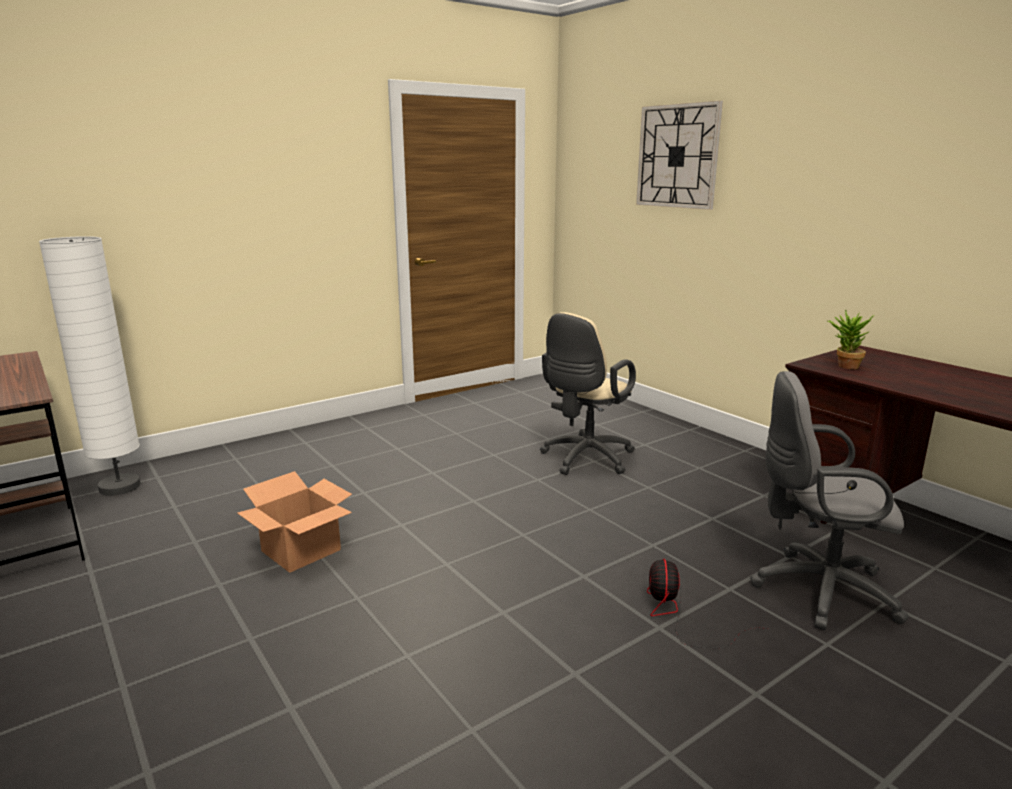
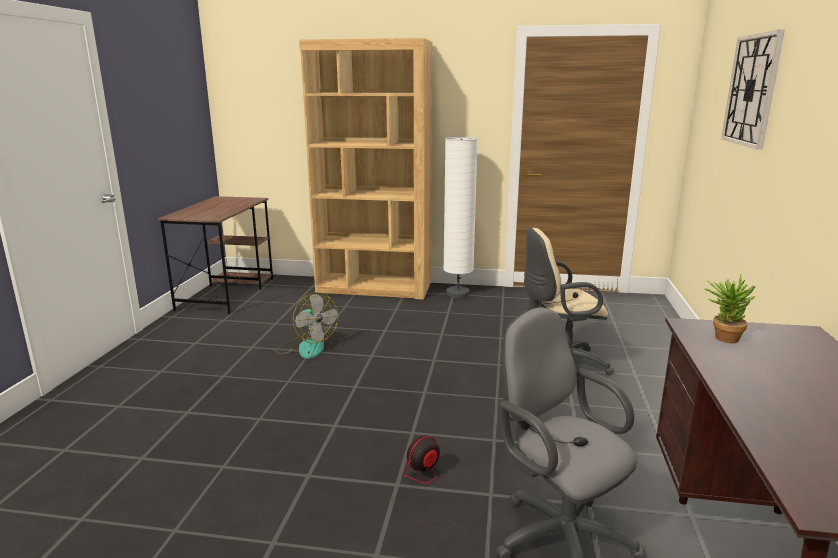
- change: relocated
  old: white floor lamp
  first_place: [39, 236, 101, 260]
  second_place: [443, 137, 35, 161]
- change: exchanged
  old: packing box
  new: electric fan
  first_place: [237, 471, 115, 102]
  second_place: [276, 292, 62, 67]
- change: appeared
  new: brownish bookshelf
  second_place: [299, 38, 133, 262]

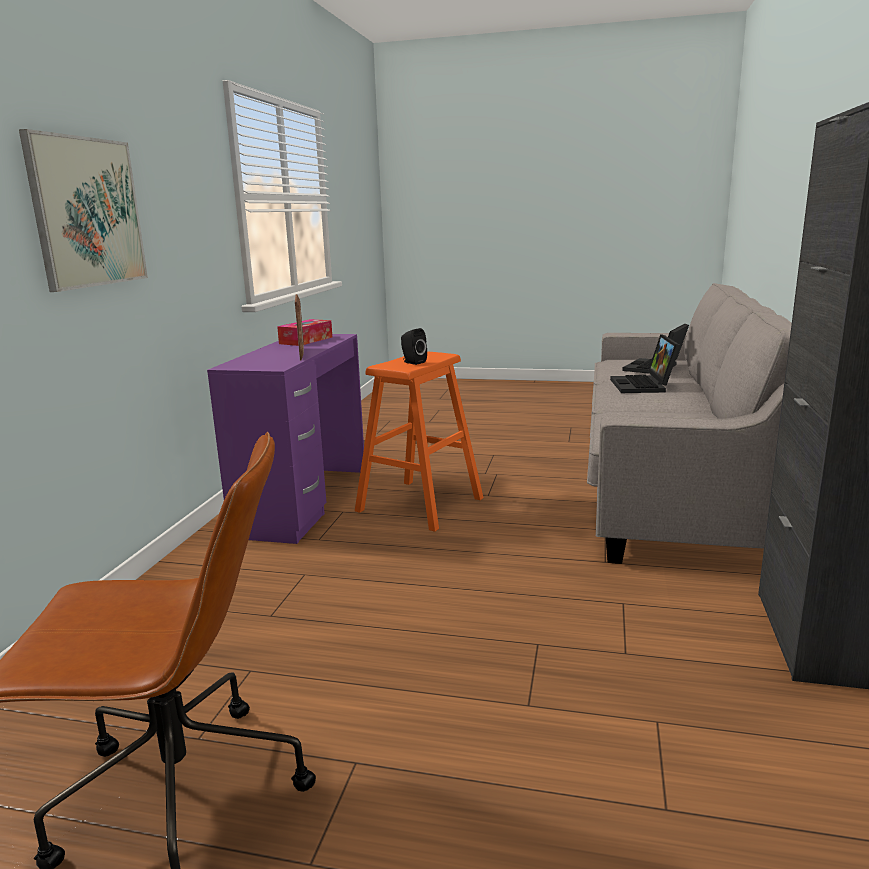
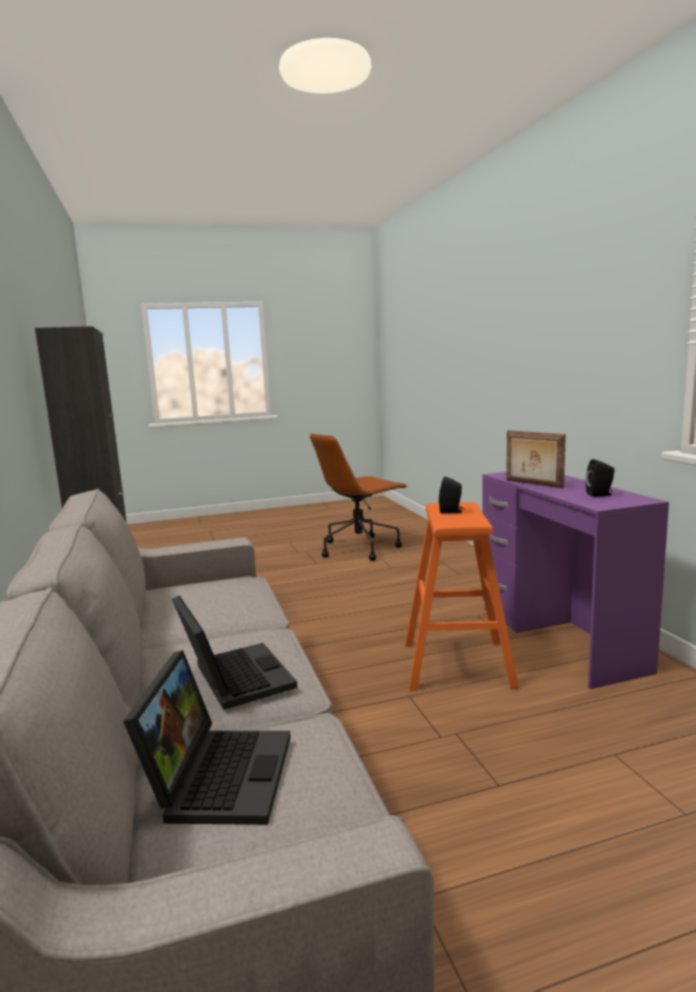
- change: missing
  old: picture
  first_place: [19, 129, 129, 163]
- change: exchanged
  old: tissue box
  new: black-coloured speaker
  first_place: [277, 319, 56, 27]
  second_place: [586, 459, 29, 38]

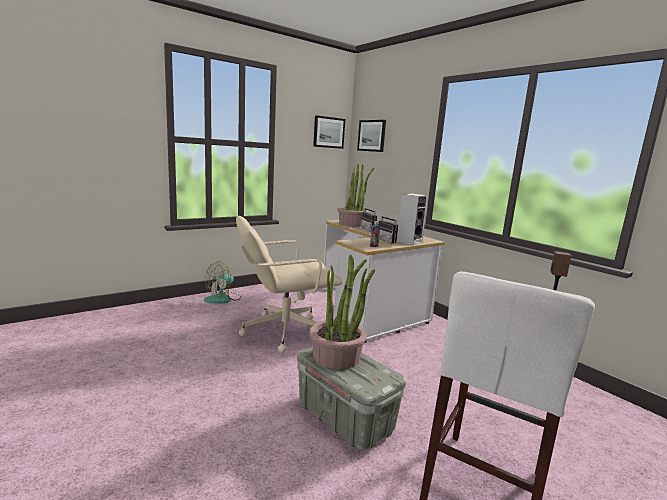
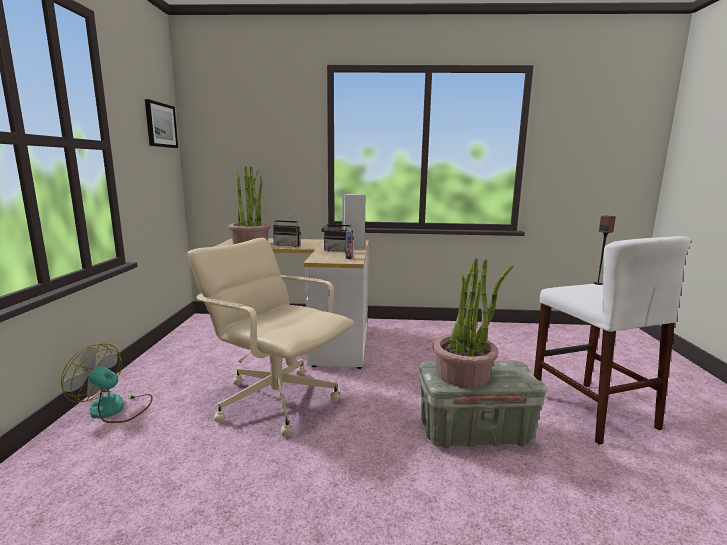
- change: missing
  old: picture
  first_place: [357, 120, 29, 32]
- change: spun
  old: beige-coloured desk chair
  first_place: [236, 216, 106, 137]
  second_place: [188, 238, 166, 199]
  degrees: 105
- change: spun
  old: electric fan
  first_place: [204, 261, 37, 43]
  second_place: [61, 343, 92, 80]
  degrees: 120

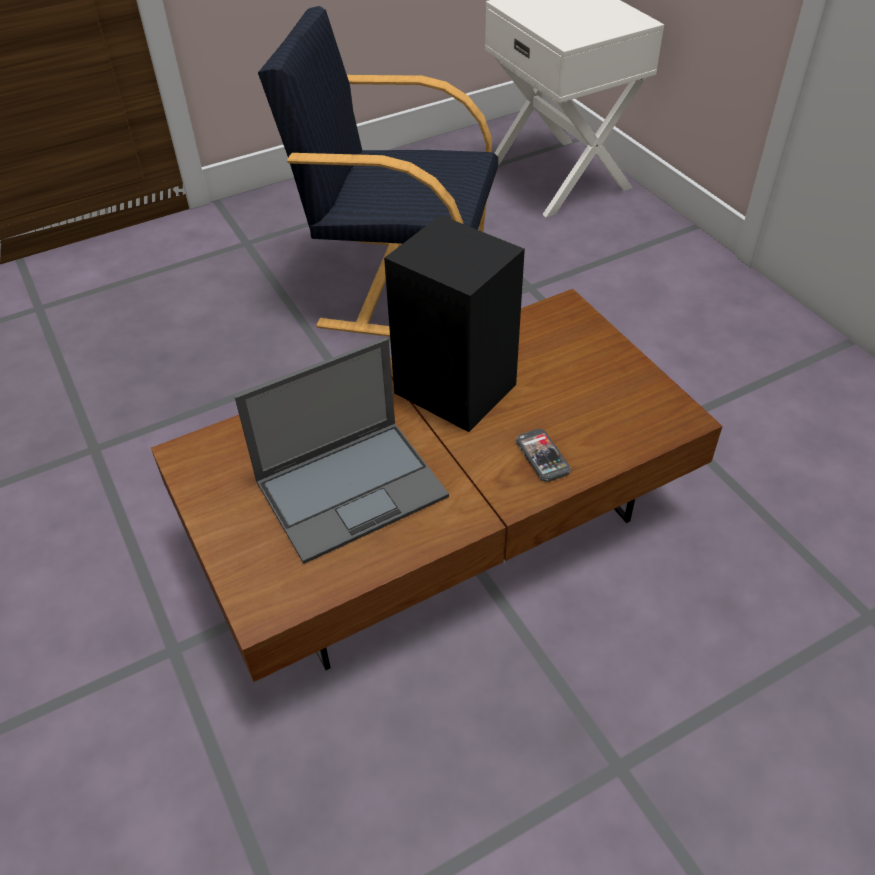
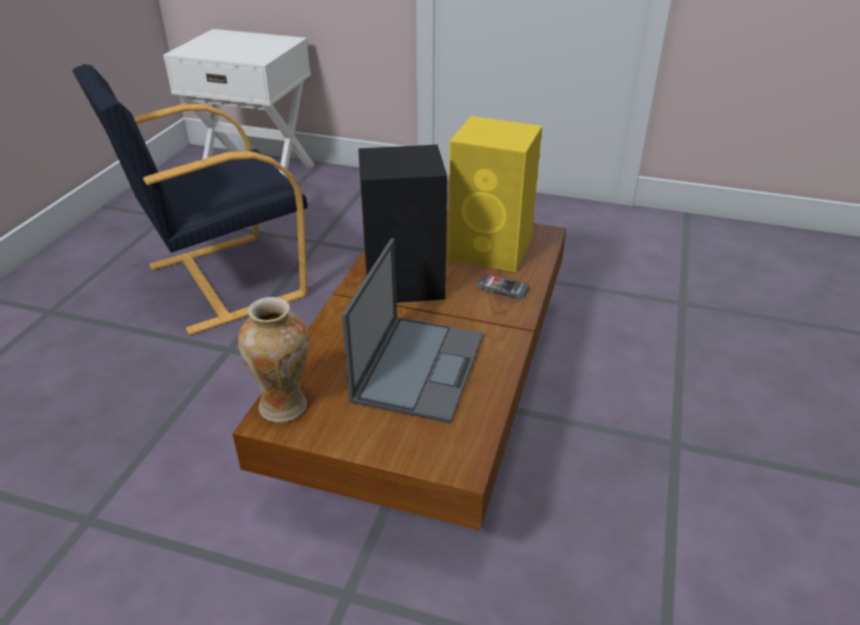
- change: appeared
  new: yellow speaker
  second_place: [448, 116, 94, 156]
- change: appeared
  new: flower vase
  second_place: [238, 297, 71, 126]

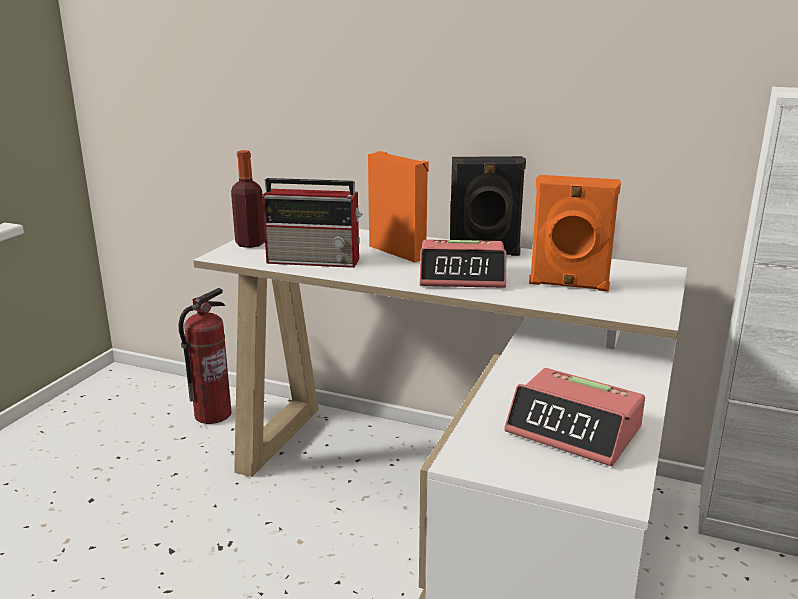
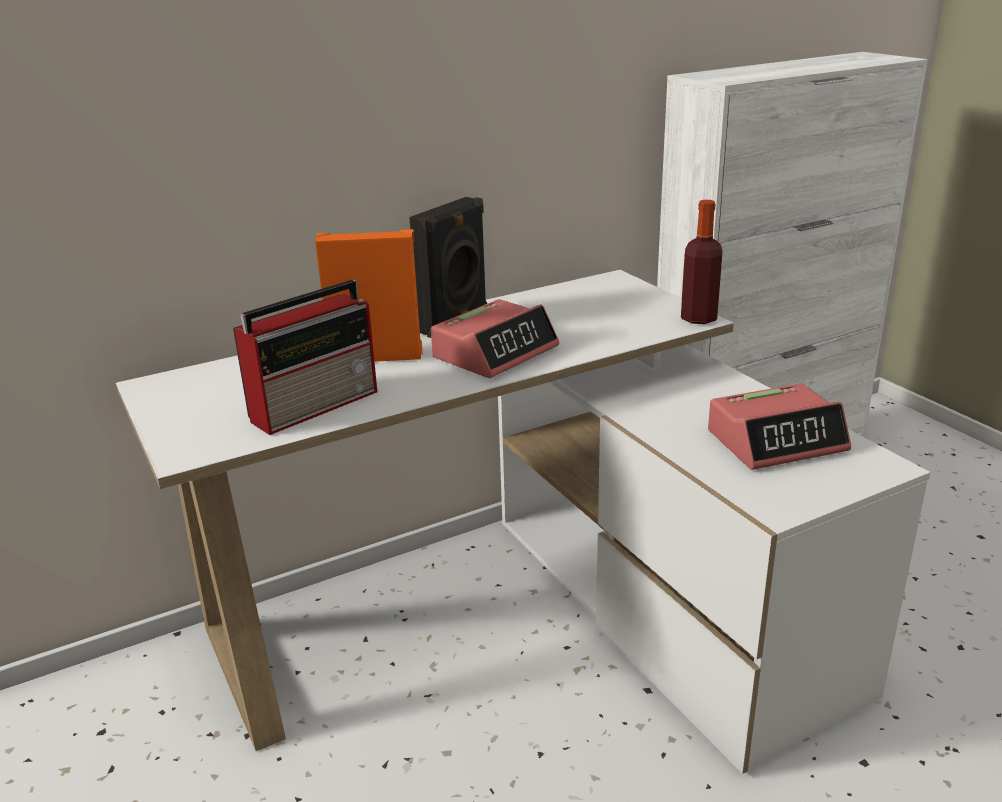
- change: relocated
  old: drink bottle
  first_place: [231, 150, 34, 98]
  second_place: [681, 200, 41, 124]
- change: missing
  old: orange speaker
  first_place: [529, 175, 92, 117]
- change: missing
  old: fire-fighting cylinder
  first_place: [179, 288, 53, 136]

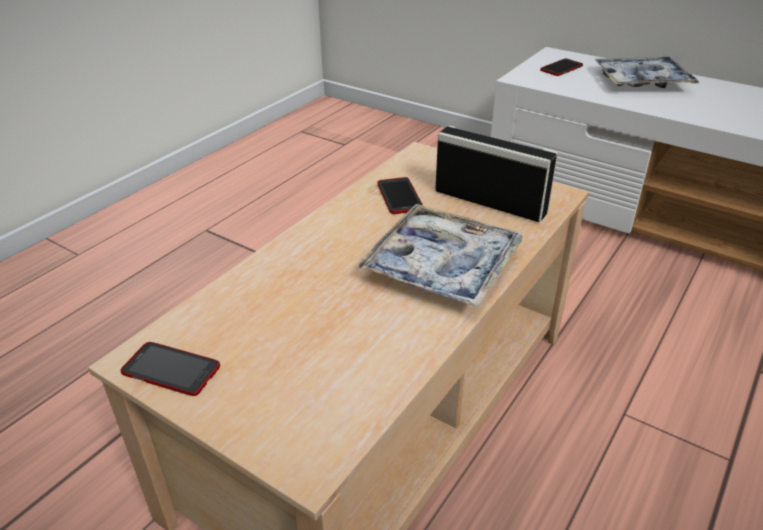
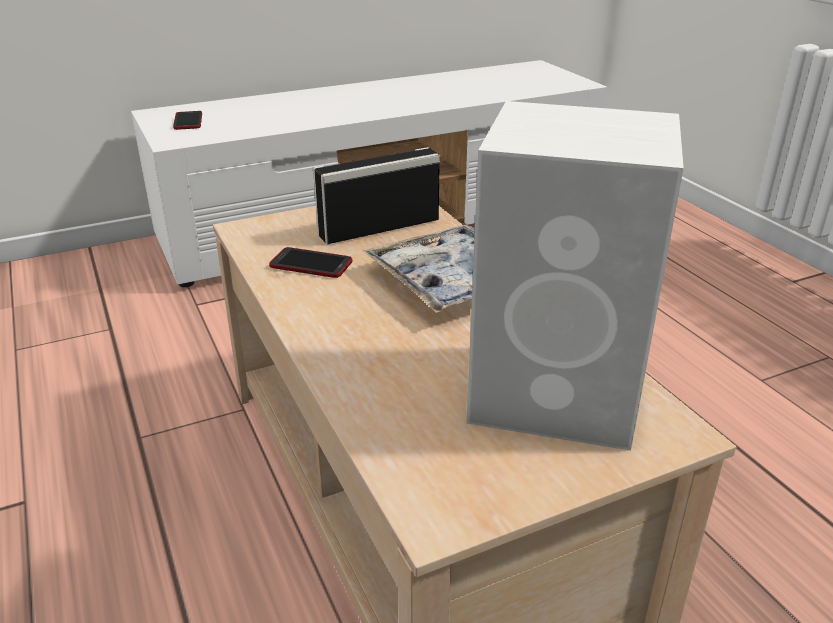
- change: missing
  old: tray
  first_place: [595, 56, 105, 32]
- change: missing
  old: phone
  first_place: [120, 342, 100, 54]
- change: appeared
  new: white speaker
  second_place: [467, 101, 217, 350]

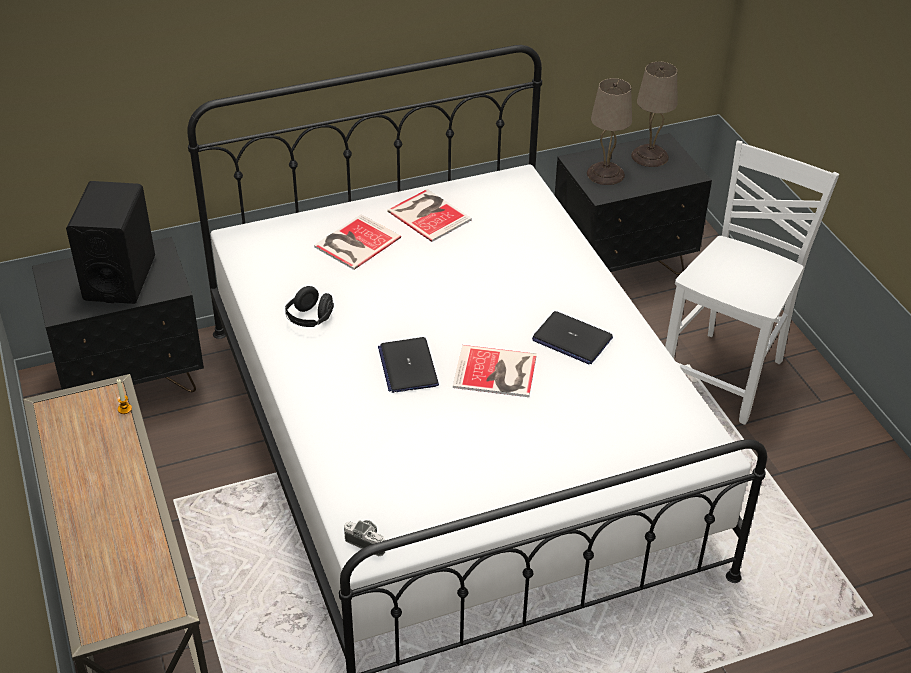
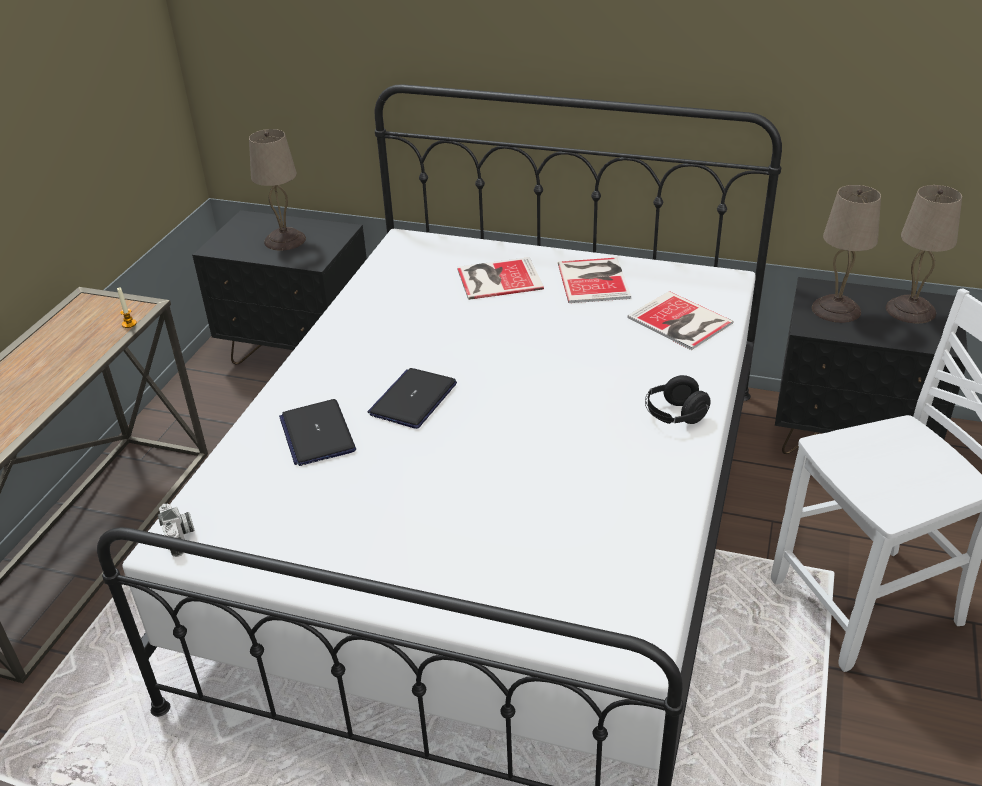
- change: exchanged
  old: black-coloured speaker
  new: beige-coloured table lamp
  first_place: [66, 181, 89, 123]
  second_place: [249, 129, 57, 122]
- change: relocated
  old: black-coloured headset
  first_place: [285, 286, 49, 41]
  second_place: [645, 375, 66, 49]
- change: relocated
  old: notebook computer
  first_place: [532, 311, 81, 53]
  second_place: [279, 399, 77, 67]
- change: relocated
  old: volume
  first_place: [453, 345, 84, 52]
  second_place: [628, 291, 106, 59]

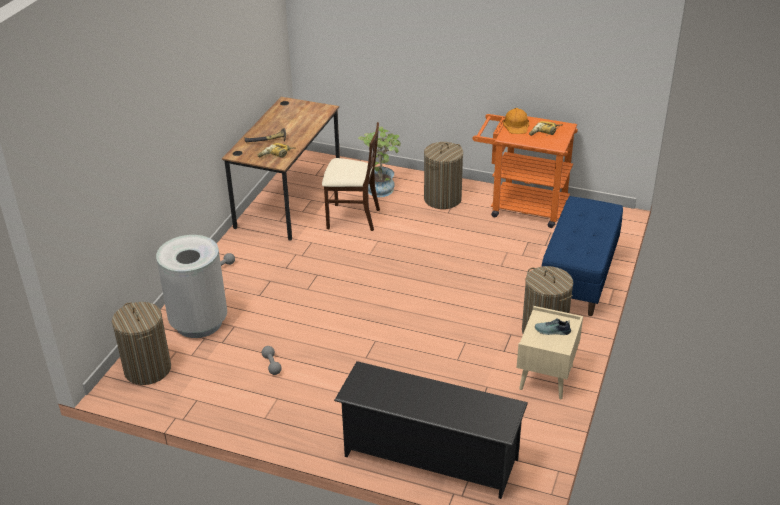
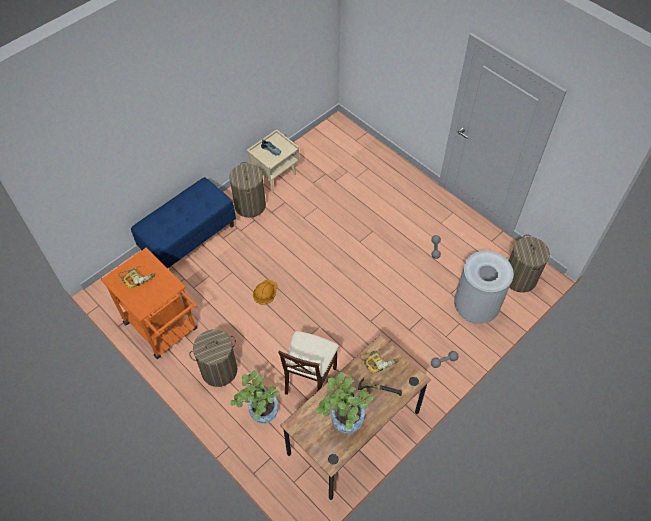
- change: relocated
  old: orange work helmet
  first_place: [503, 108, 26, 26]
  second_place: [253, 279, 25, 26]
- change: spun
  old: beige-coloured plain chair
  first_place: [322, 122, 58, 109]
  second_place: [278, 331, 61, 64]
  degrees: -105
- change: missing
  old: black-coloured shoe rack
  first_place: [334, 361, 194, 138]
- change: appeared
  new: plant in a pot
  second_place: [316, 372, 58, 61]

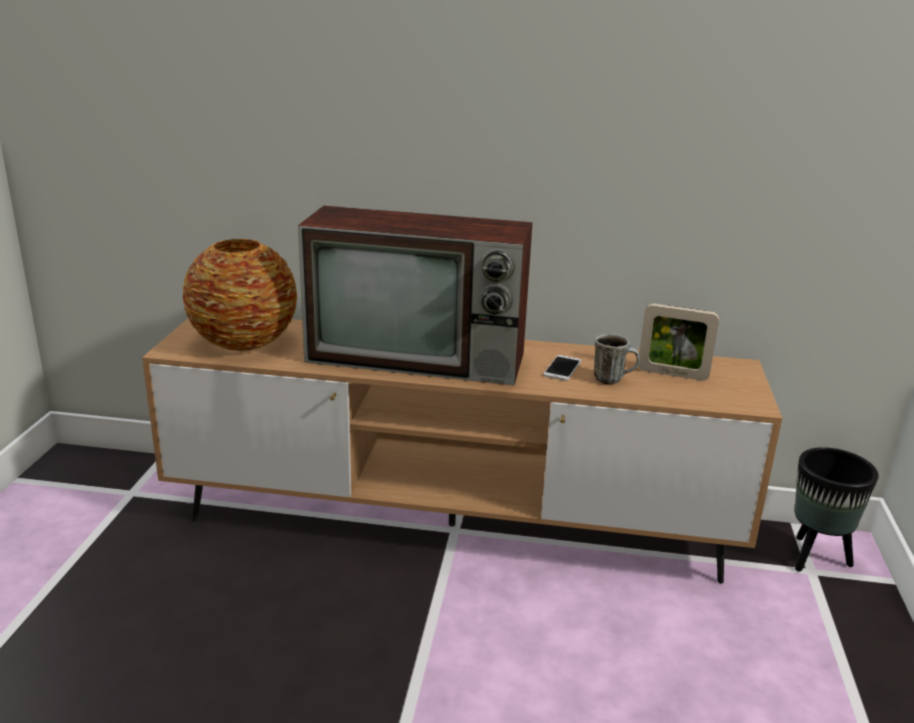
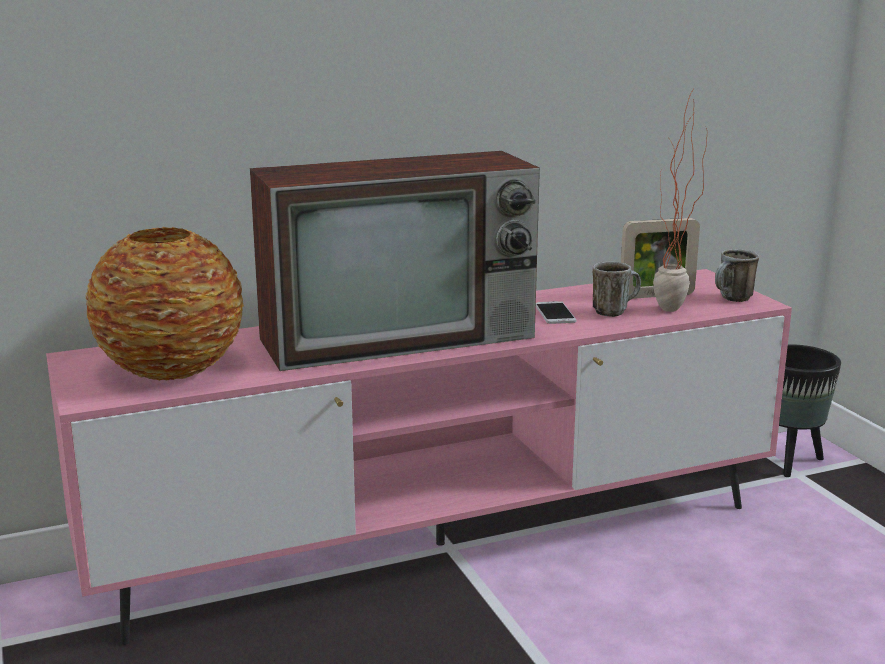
- change: colour
  old: brownish tv unit
  new: pink-coloured tv unit
  first_place: [142, 318, 640, 266]
  second_place: [46, 269, 746, 376]
- change: appeared
  new: plant in a pot
  second_place: [653, 90, 54, 222]
- change: appeared
  new: mug
  second_place: [715, 249, 44, 53]

